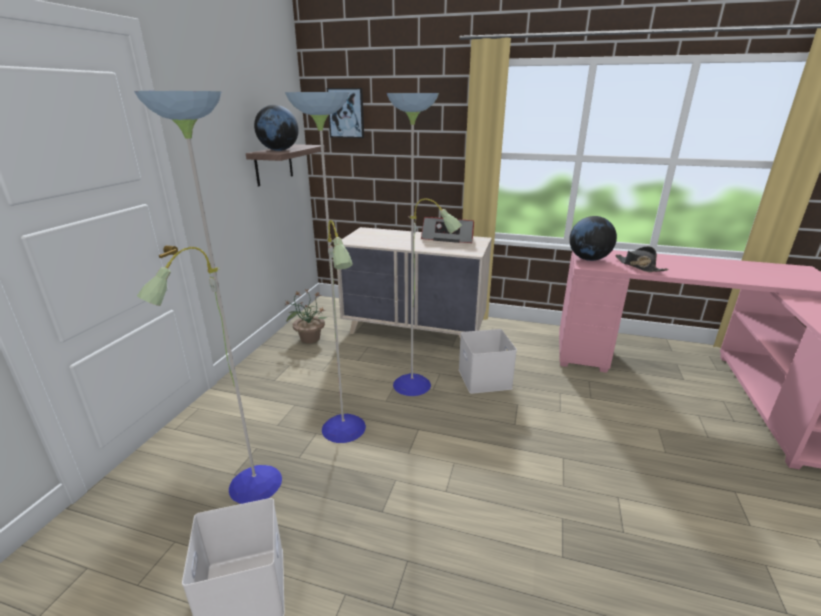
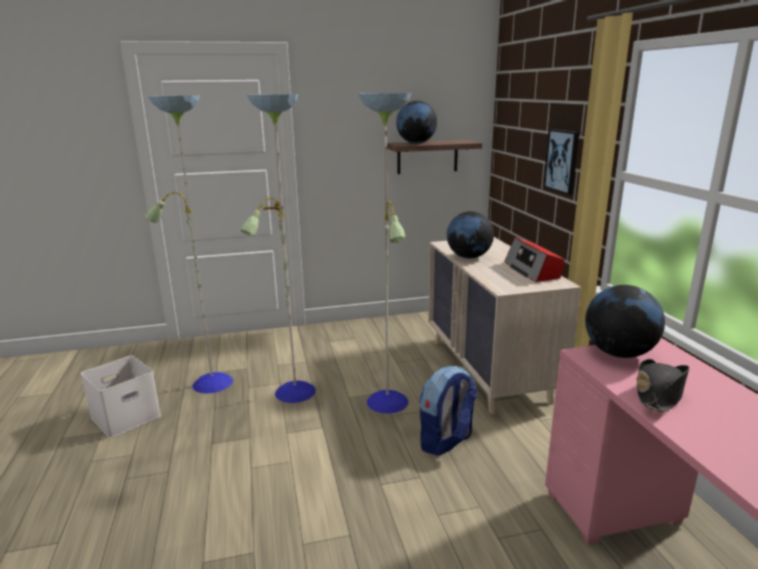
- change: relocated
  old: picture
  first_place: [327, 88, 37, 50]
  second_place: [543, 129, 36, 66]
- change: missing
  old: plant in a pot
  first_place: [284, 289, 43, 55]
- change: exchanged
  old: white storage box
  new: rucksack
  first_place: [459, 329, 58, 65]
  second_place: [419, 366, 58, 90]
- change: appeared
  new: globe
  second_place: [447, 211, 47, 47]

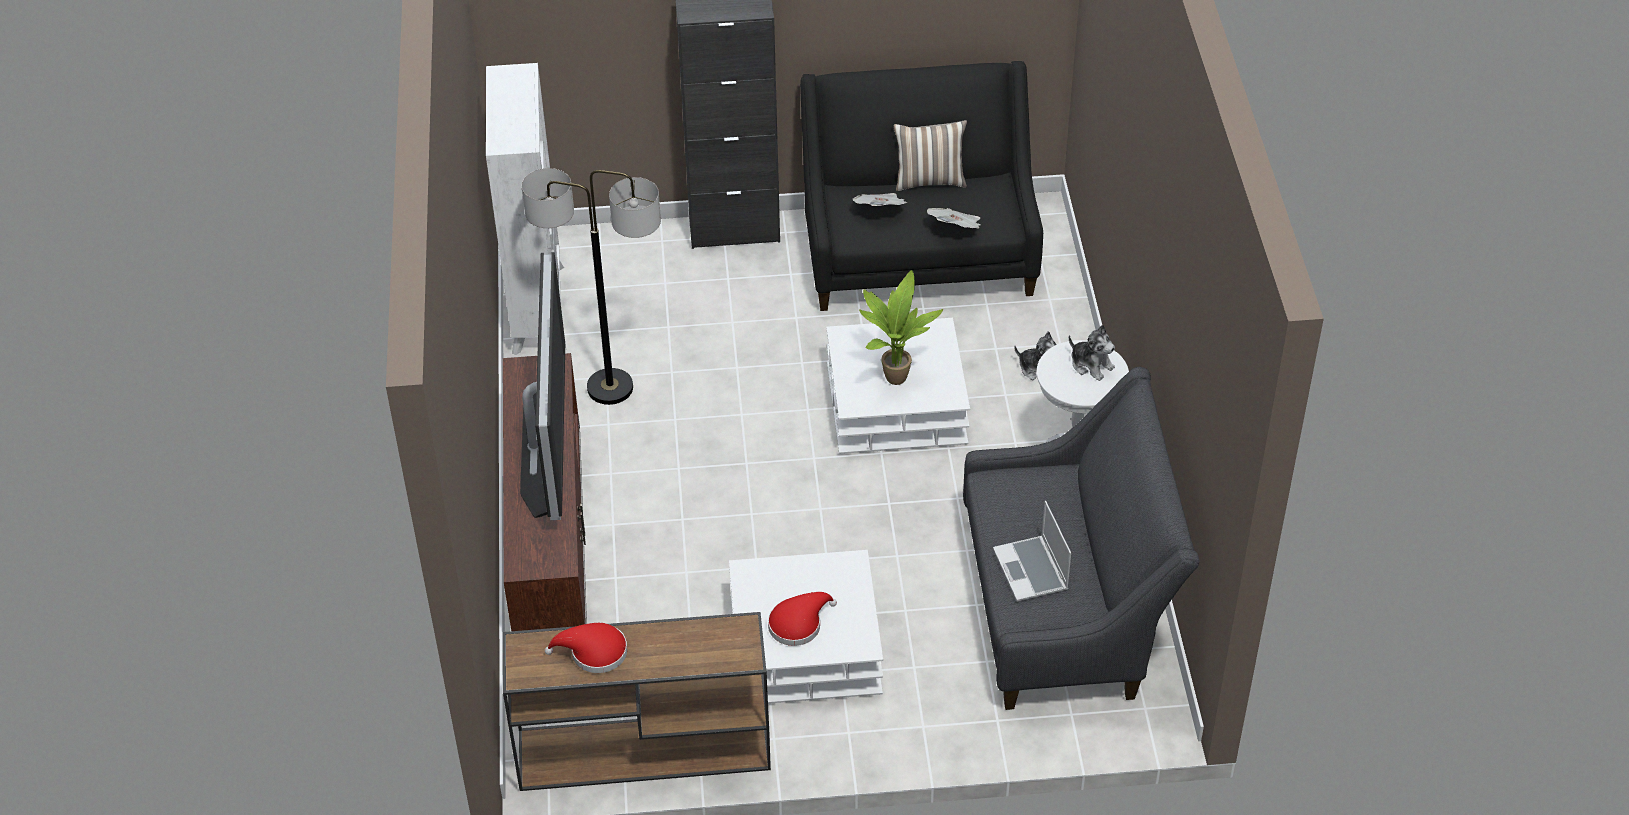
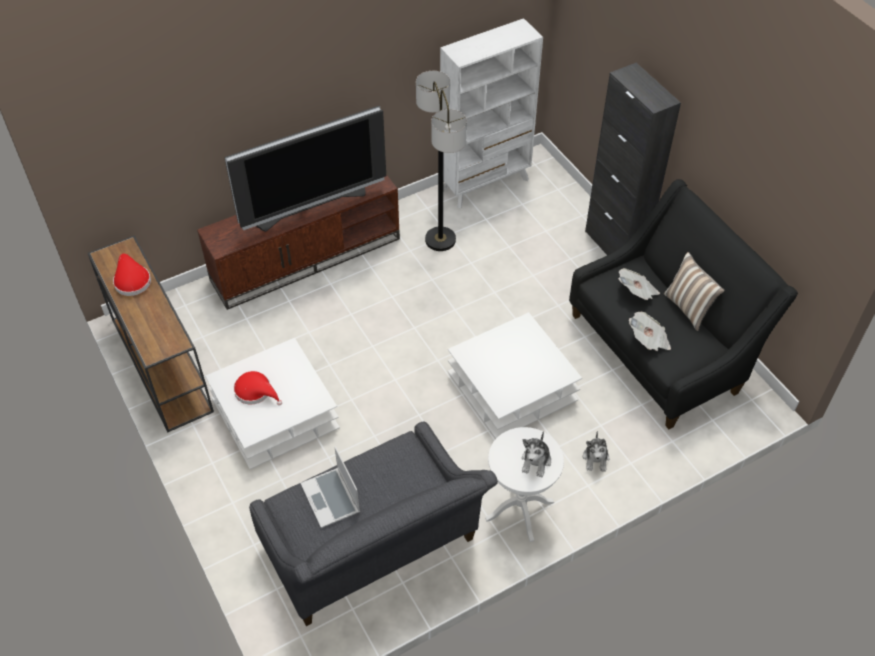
- change: missing
  old: plant in a pot
  first_place: [859, 270, 84, 115]
- change: spun
  old: notebook computer
  first_place: [993, 501, 78, 101]
  second_place: [301, 446, 59, 82]
  degrees: -75

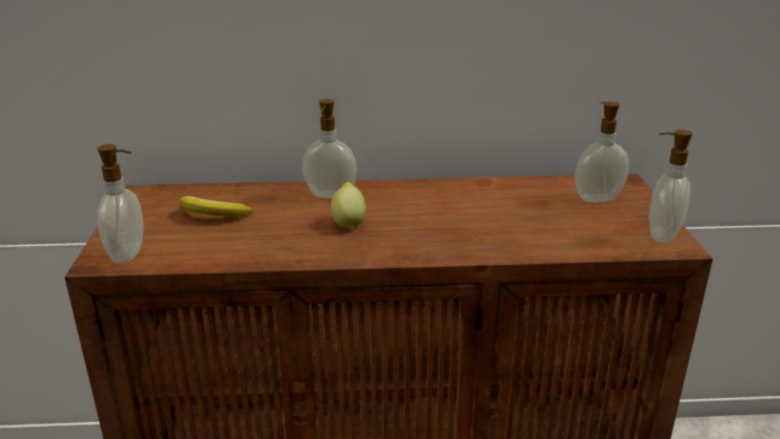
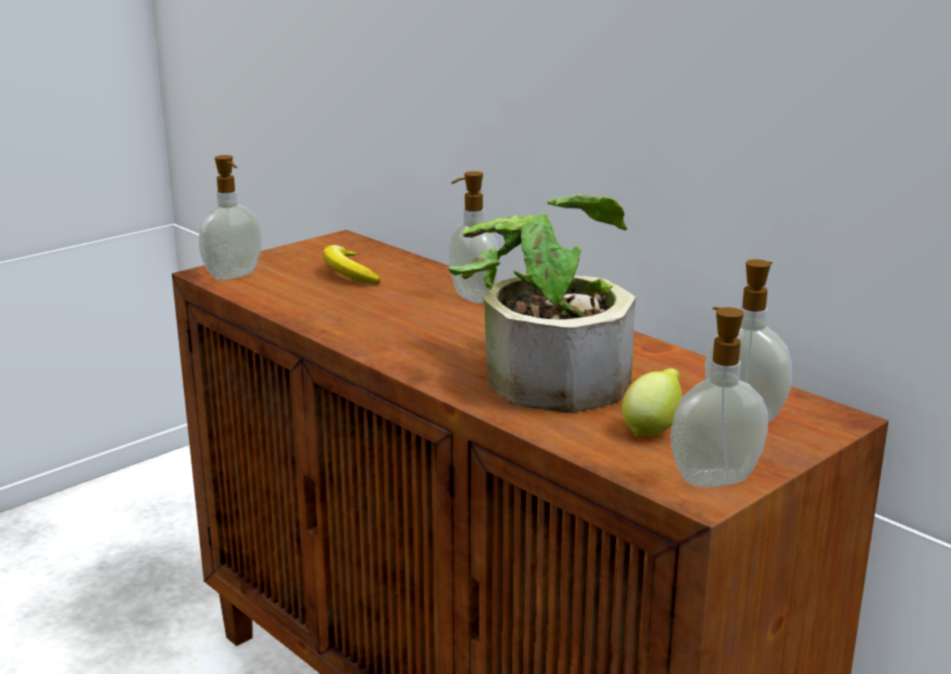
- change: relocated
  old: whole lemon
  first_place: [331, 182, 35, 48]
  second_place: [622, 368, 60, 69]
- change: appeared
  new: plant in a pot
  second_place: [447, 194, 188, 219]

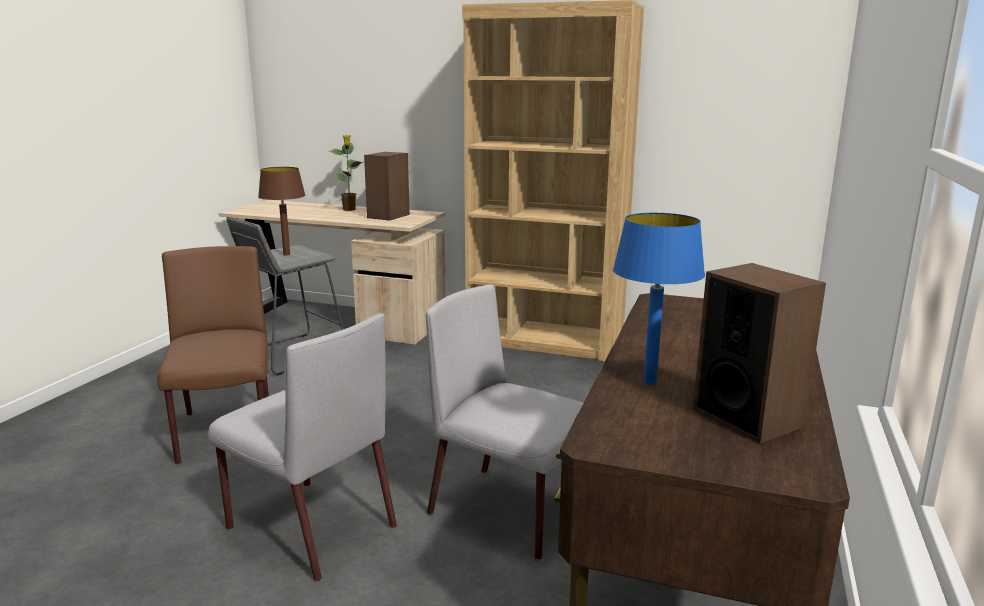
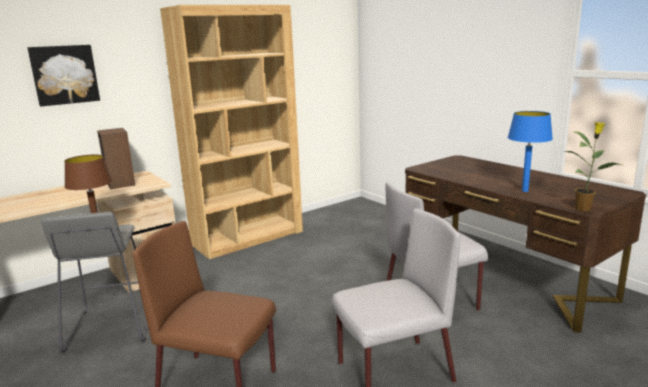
- change: relocated
  old: plant in a pot
  first_place: [328, 135, 36, 76]
  second_place: [563, 122, 58, 89]
- change: missing
  old: speaker
  first_place: [693, 263, 133, 181]
- change: appeared
  new: picture
  second_place: [27, 45, 73, 61]

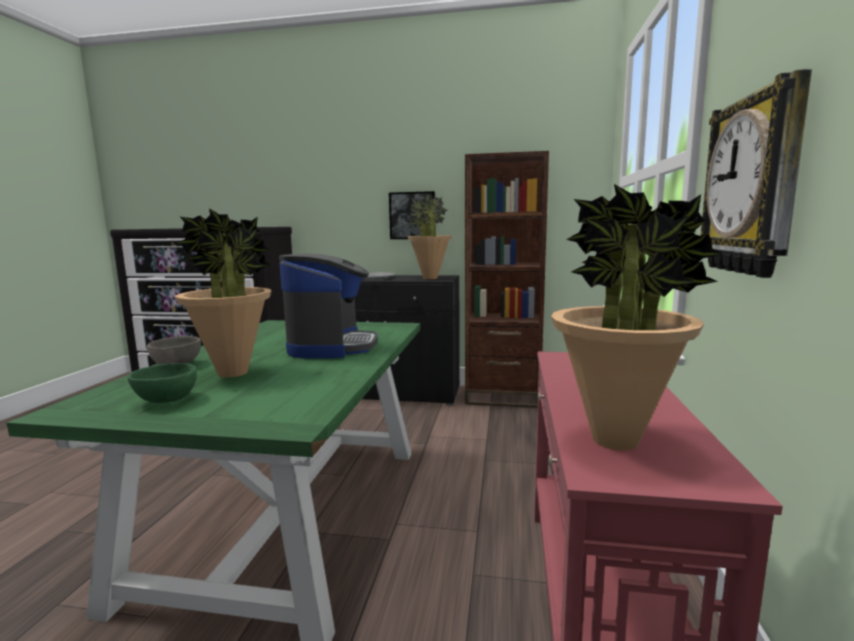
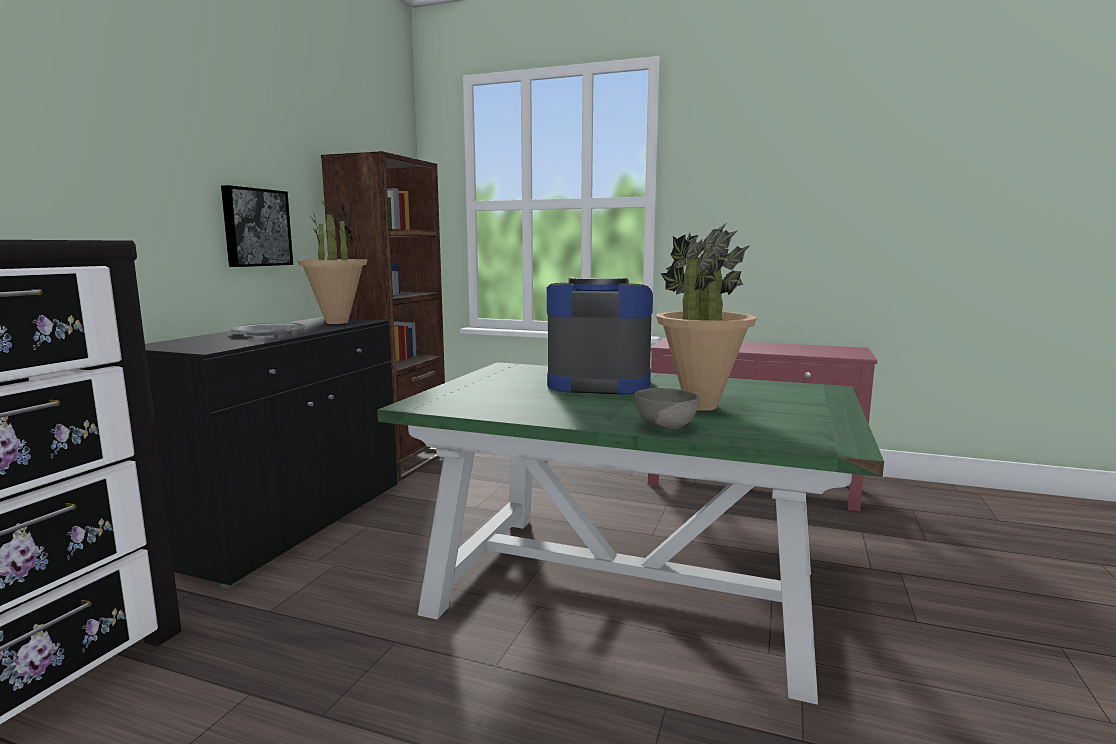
- change: missing
  old: wall clock
  first_place: [701, 69, 111, 209]
- change: missing
  old: plant in a pot
  first_place: [551, 184, 173, 267]
- change: missing
  old: greenish serving bowl
  first_place: [128, 363, 69, 40]

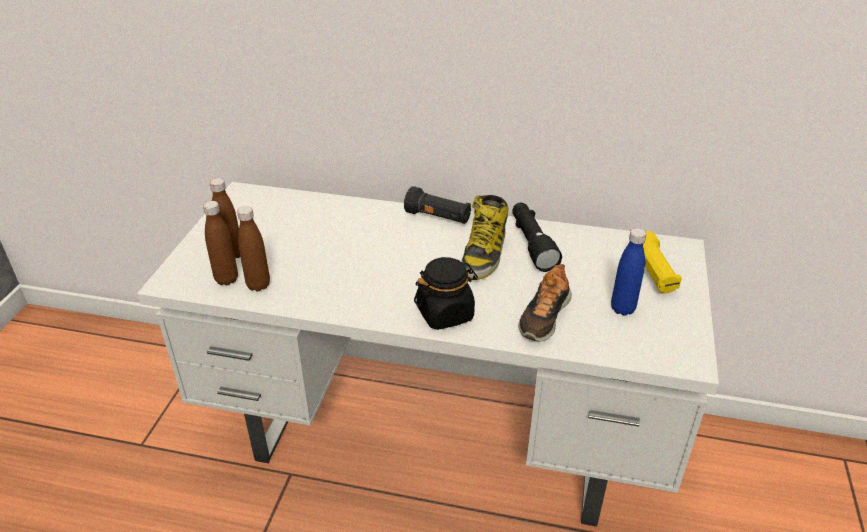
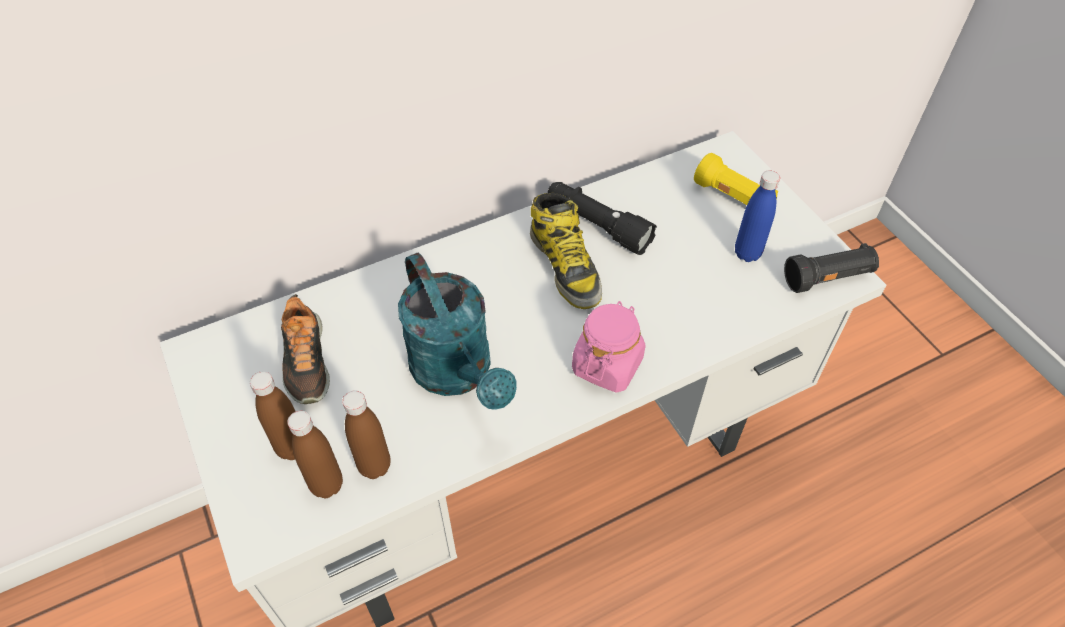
- change: relocated
  old: black-coloured flashlight
  first_place: [404, 186, 67, 38]
  second_place: [784, 243, 95, 50]
- change: colour
  old: black-coloured storage jar
  new: pink-coloured storage jar
  first_place: [414, 257, 64, 73]
  second_place: [572, 301, 74, 92]
- change: relocated
  old: item of footwear
  first_place: [519, 264, 53, 77]
  second_place: [281, 294, 49, 110]
- change: appeared
  new: turquoise sprinkling can
  second_place: [398, 253, 119, 157]

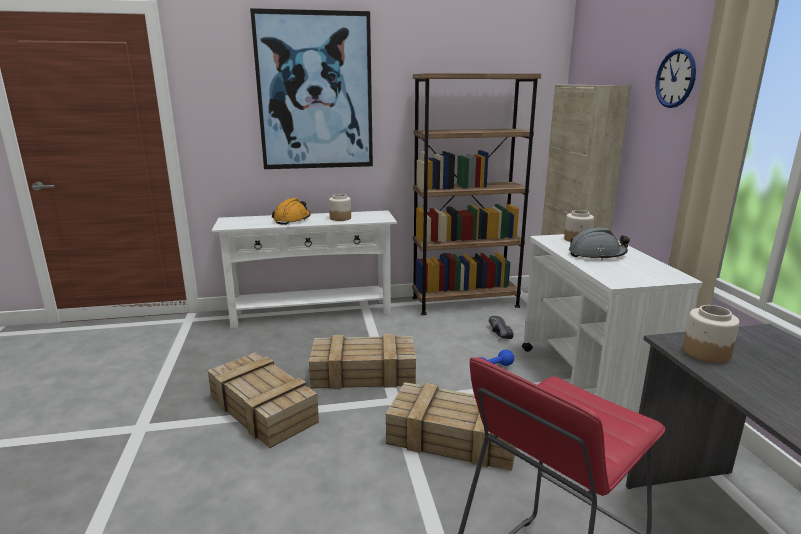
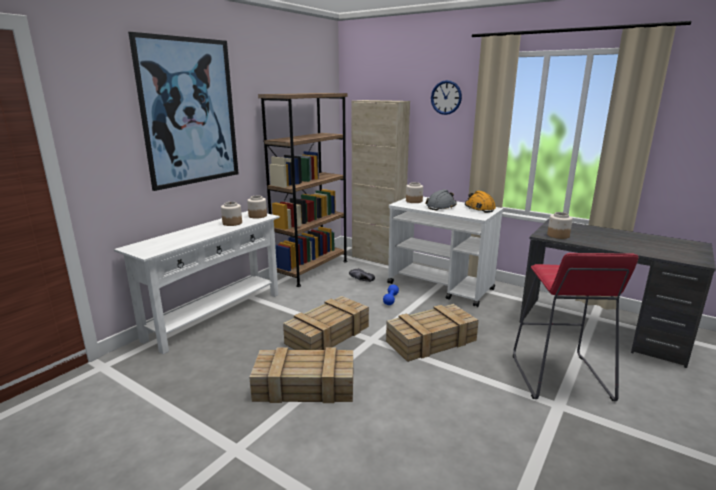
- change: relocated
  old: orange work helmet
  first_place: [272, 198, 39, 27]
  second_place: [465, 191, 31, 22]
- change: appeared
  new: storage jar
  second_place: [247, 196, 20, 23]

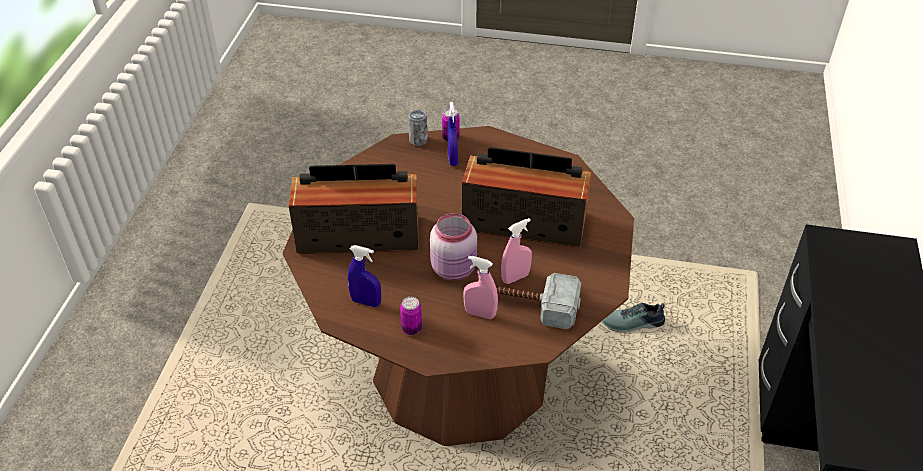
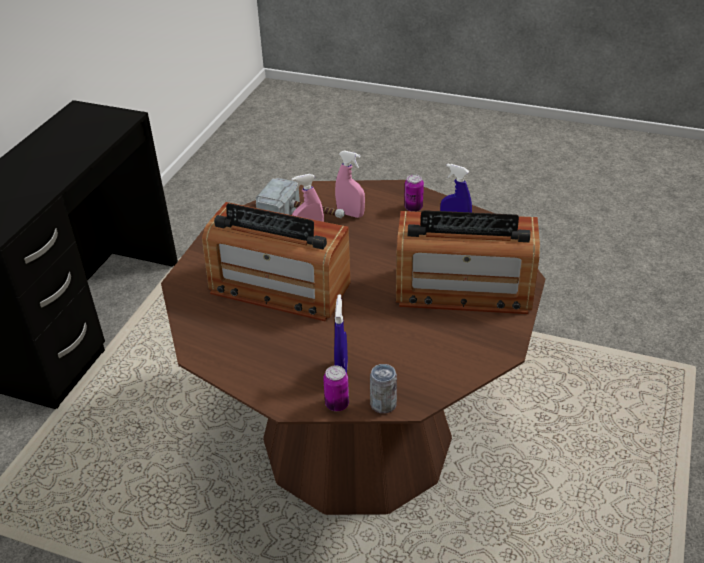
- change: missing
  old: pink-coloured storage jar
  first_place: [430, 213, 47, 68]
- change: missing
  old: item of footwear
  first_place: [602, 303, 63, 30]

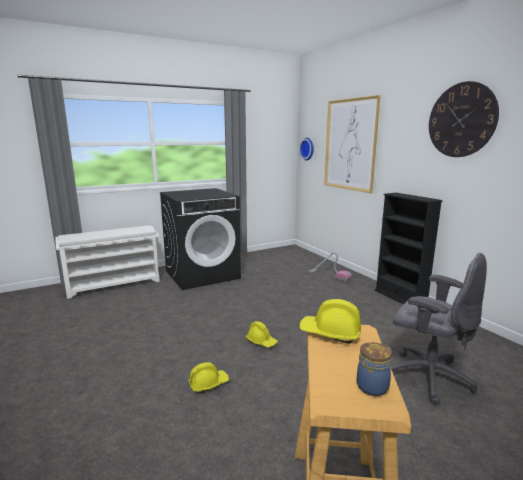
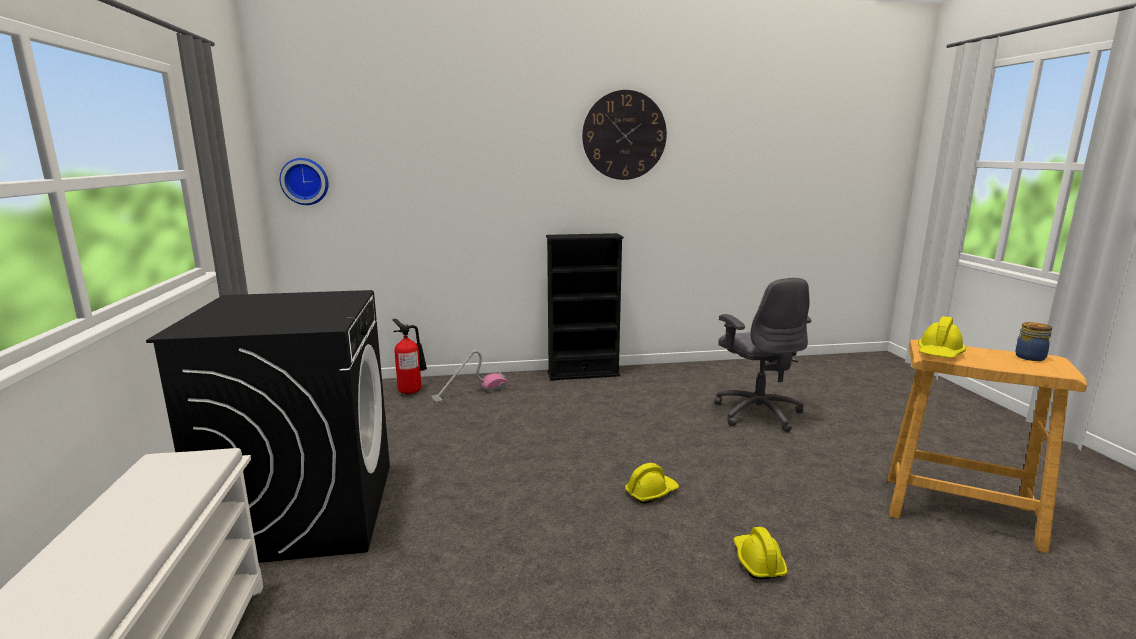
- change: missing
  old: picture
  first_place: [324, 95, 56, 98]
- change: spun
  old: greyish desk chair
  first_place: [390, 253, 97, 152]
  second_place: [714, 278, 97, 154]
  degrees: 105
- change: appeared
  new: fire-fighting cylinder
  second_place: [393, 319, 34, 75]

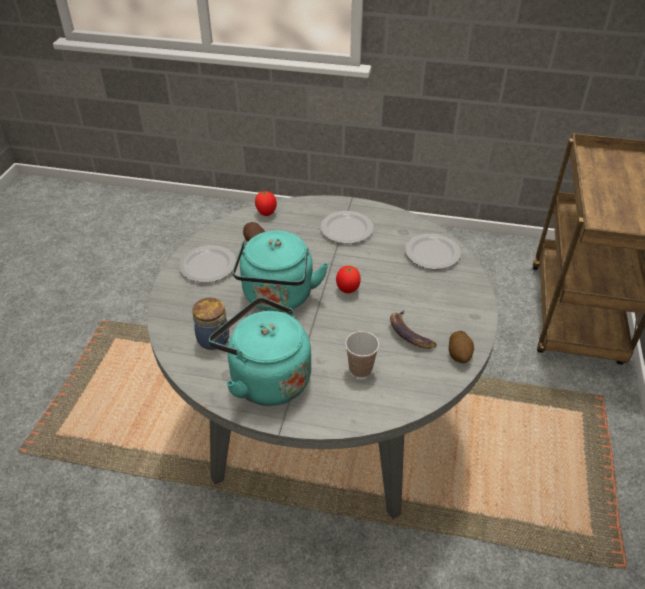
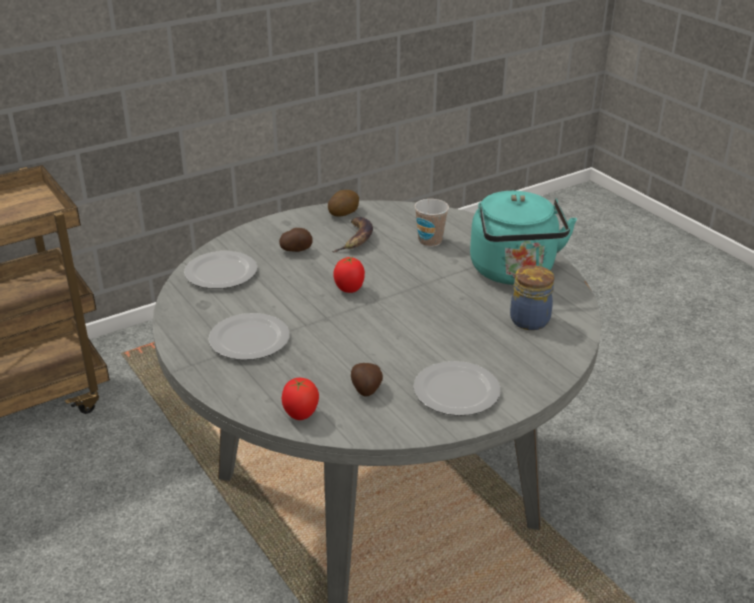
- change: missing
  old: turquoise kettle
  first_place: [232, 231, 97, 81]
- change: appeared
  new: whole potato
  second_place: [279, 228, 34, 24]

